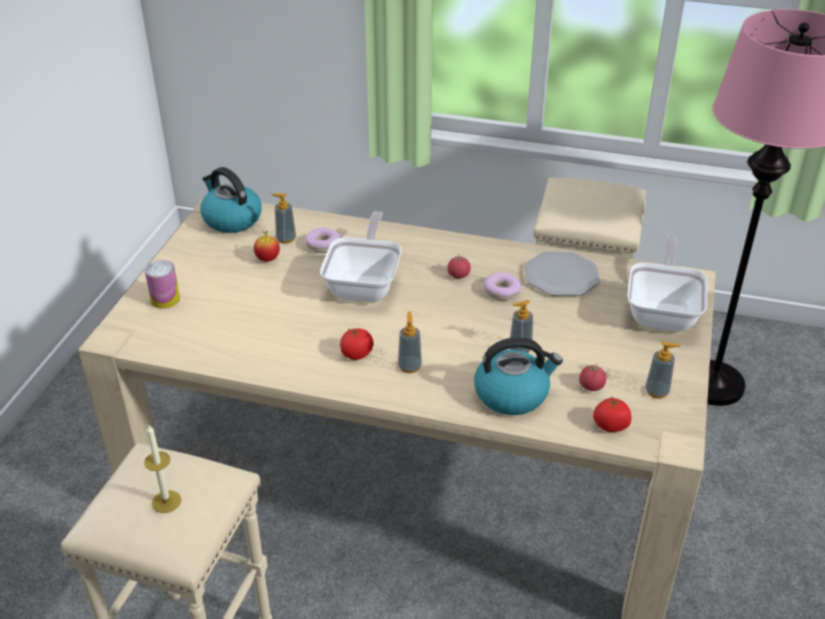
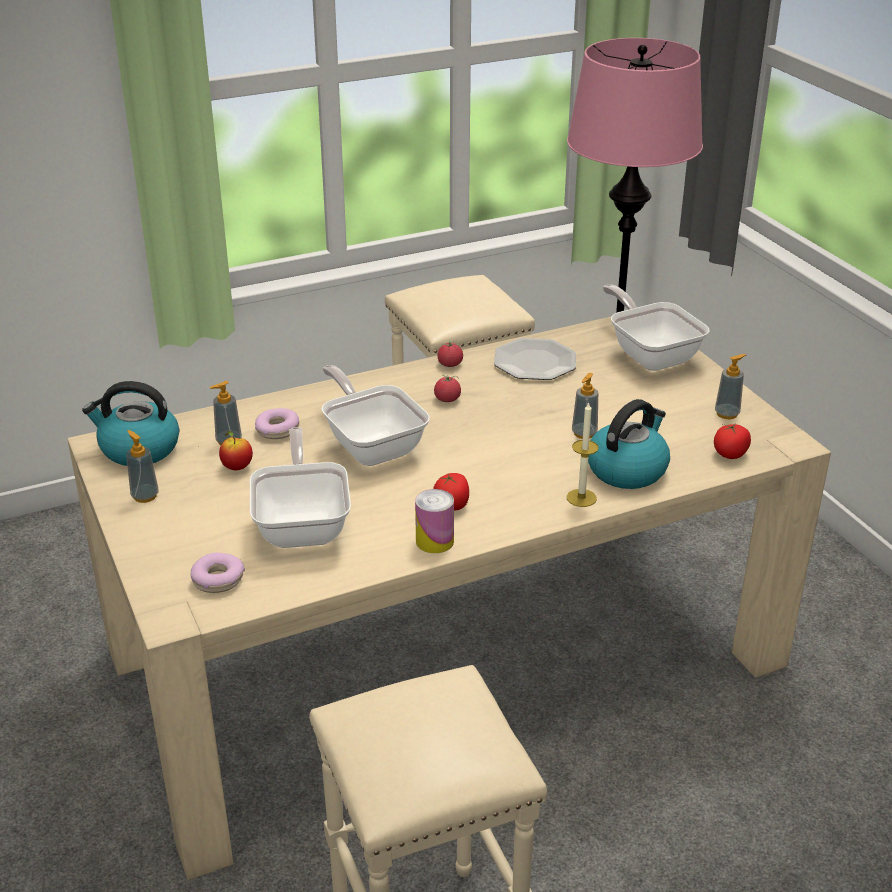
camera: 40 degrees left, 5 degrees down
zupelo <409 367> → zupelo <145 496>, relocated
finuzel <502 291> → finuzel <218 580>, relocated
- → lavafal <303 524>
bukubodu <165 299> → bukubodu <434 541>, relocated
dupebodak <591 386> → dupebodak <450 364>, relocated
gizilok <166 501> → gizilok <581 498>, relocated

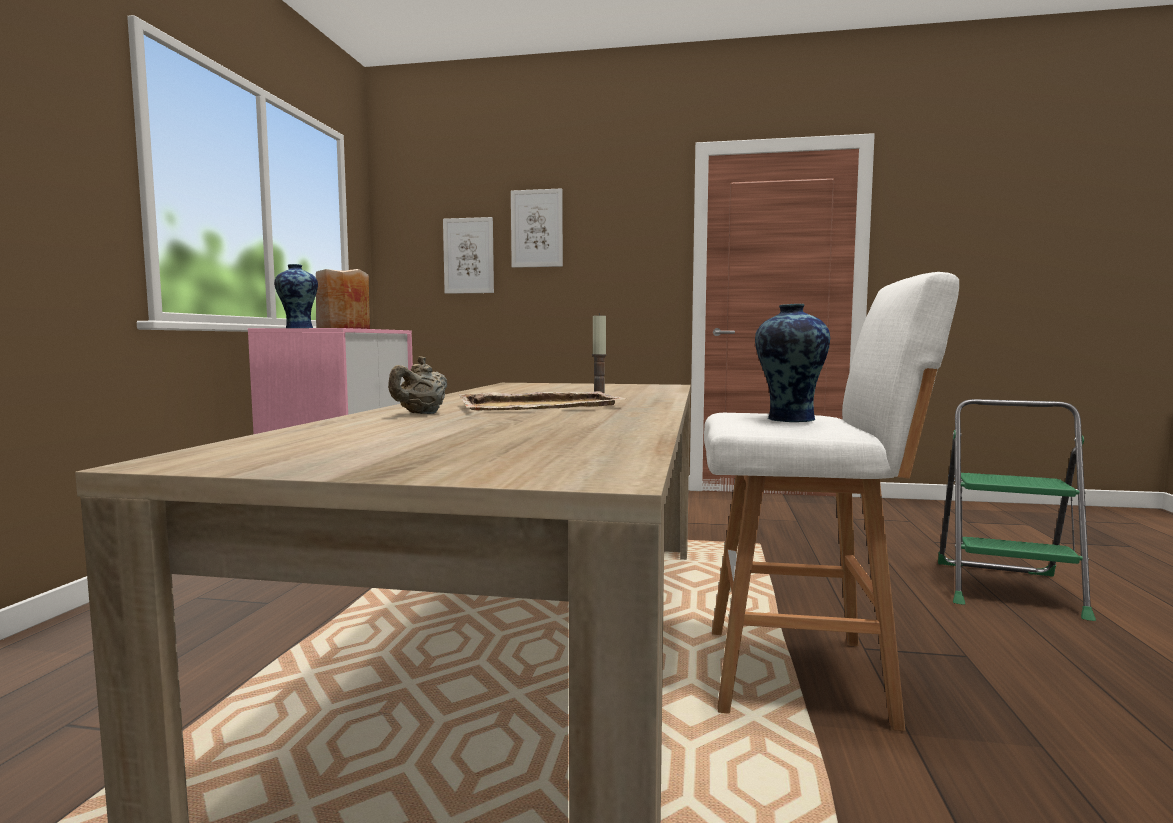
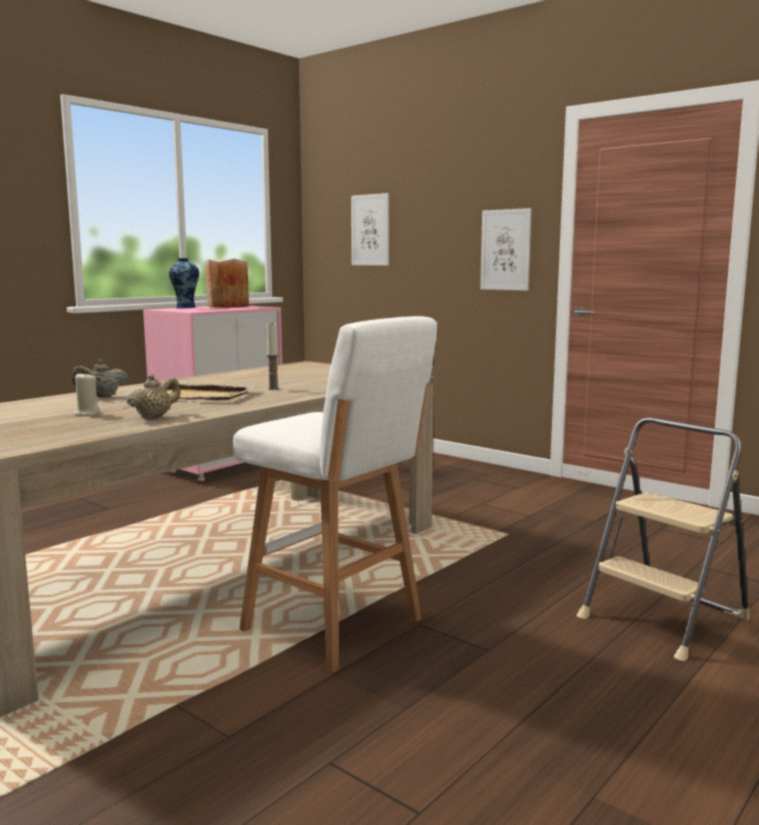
camera: 30 degrees right, 5 degrees up
- → beige_gizilok <87 414>
- → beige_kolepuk <155 417>
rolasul <537 228> → rolasul <505 250>, relocated
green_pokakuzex <1006 586> → beige_pokakuzex <668 616>
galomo <788 419> → -

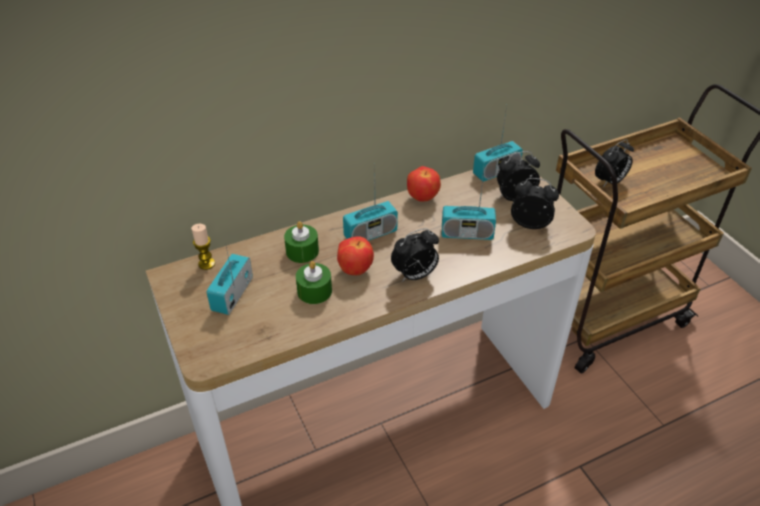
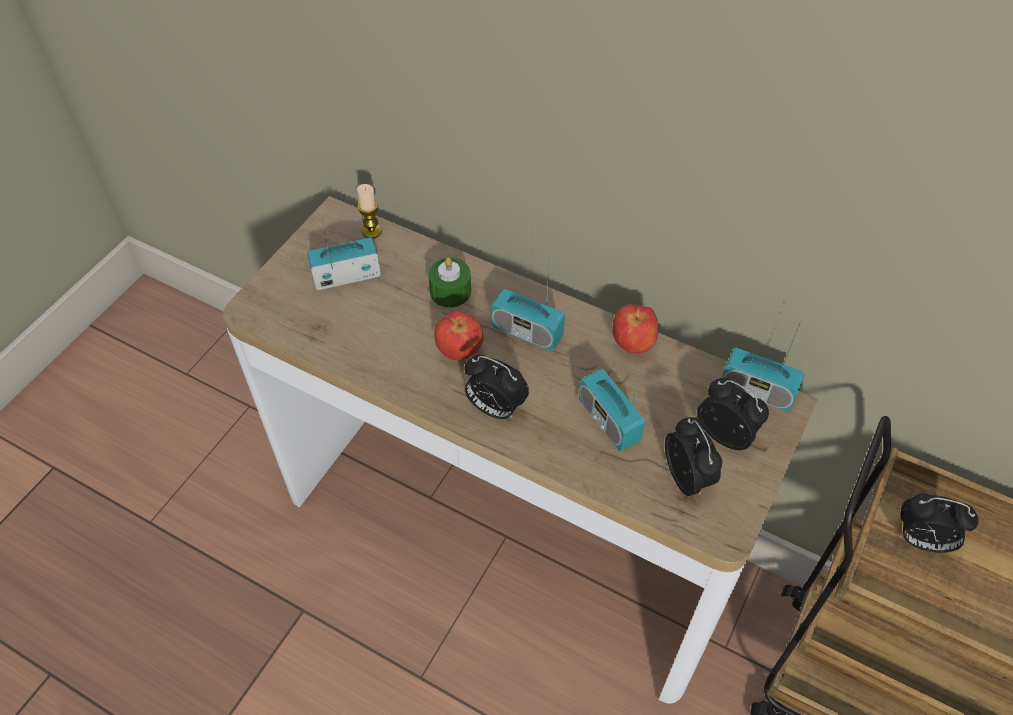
camera: 55 degrees right, 10 degrees up
green_gizilok <314 291> → -

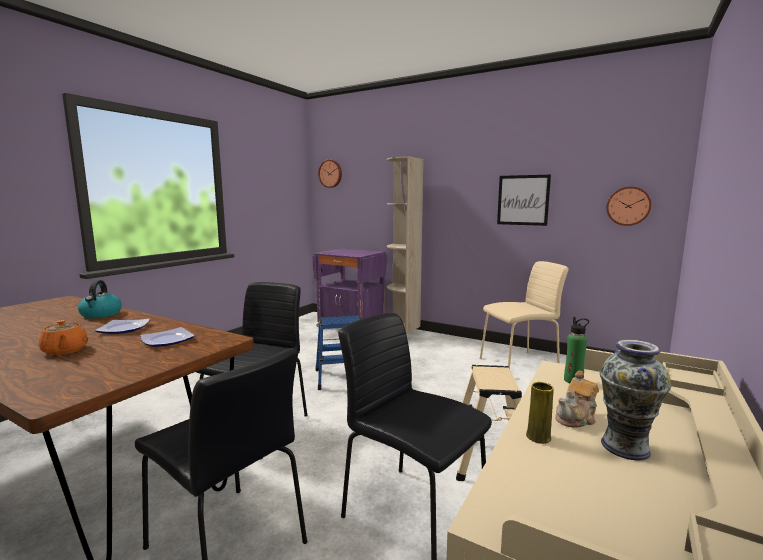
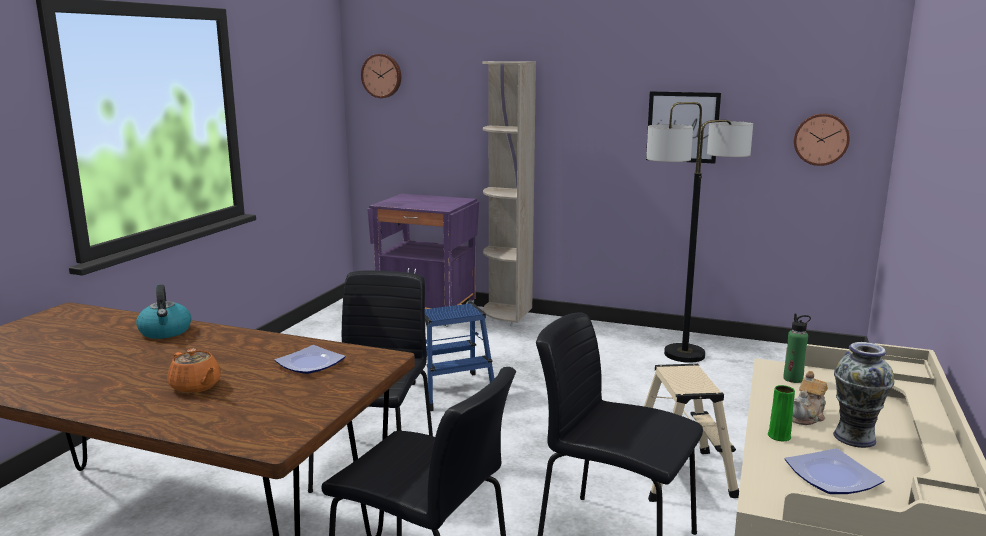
camera: 10 degrees left, 5 degrees up
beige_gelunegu <520 363> → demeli <684 354>
yellow_galomo <538 437> → green_galomo <779 436>
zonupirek <122 329> → zonupirek <832 478>, relocated

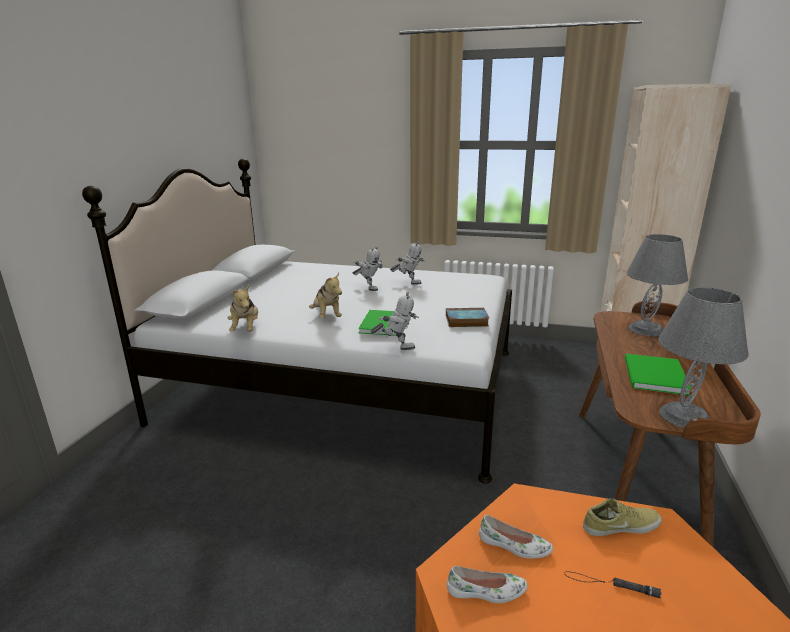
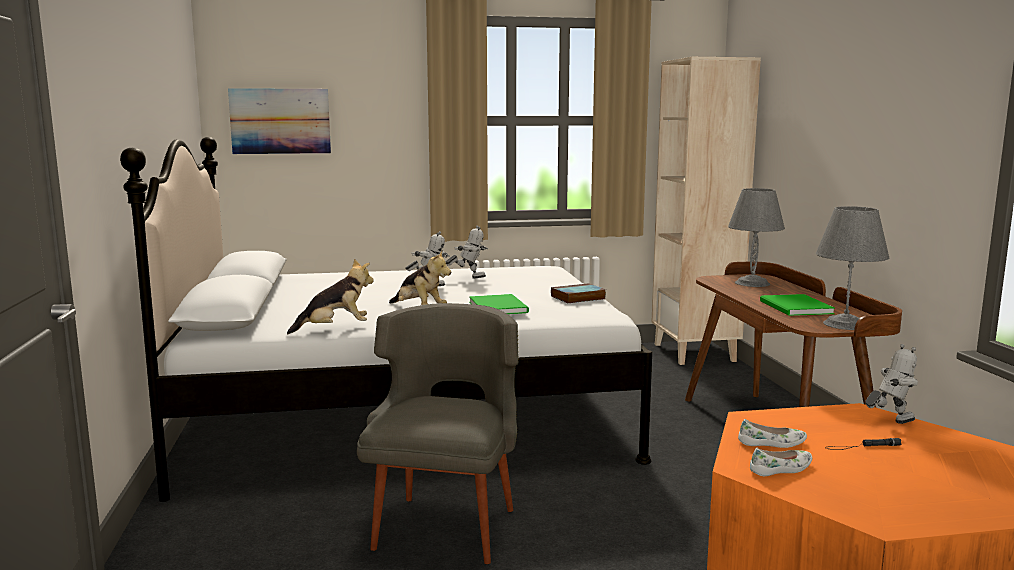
camera: 25 degrees left, 10 degrees down
- → rolasul <280 121>
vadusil <246 329> → vadusil <335 329>, 75 degrees counterclockwise
- → grey_gelunegu <444 530>
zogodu <396 347> → zogodu <889 422>, relocated
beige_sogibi <620 525> → -

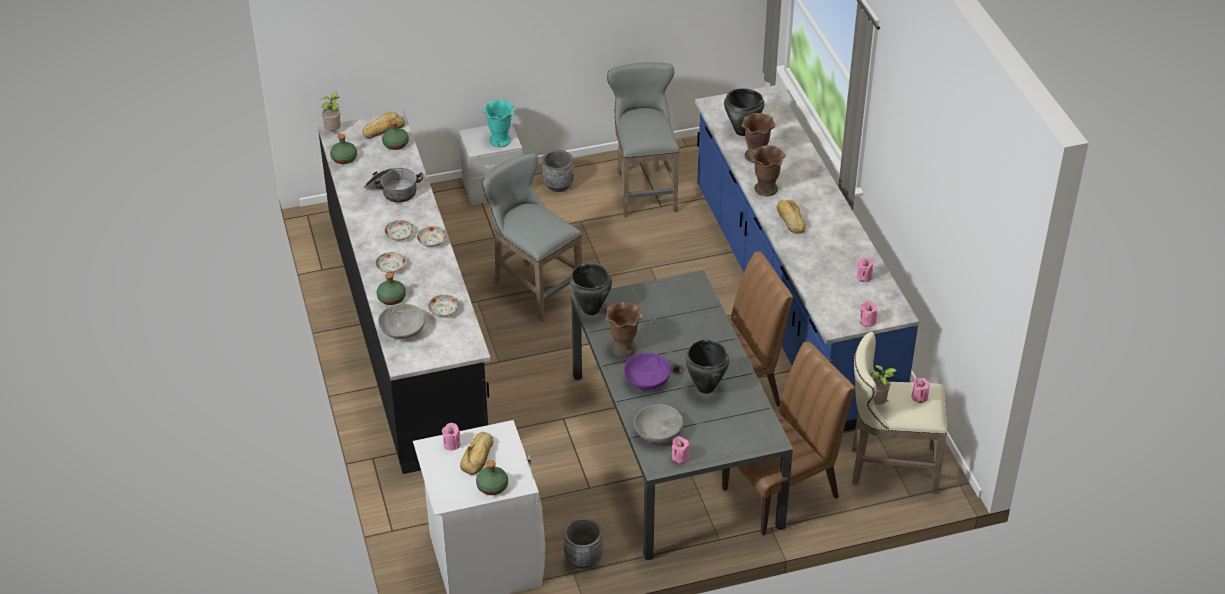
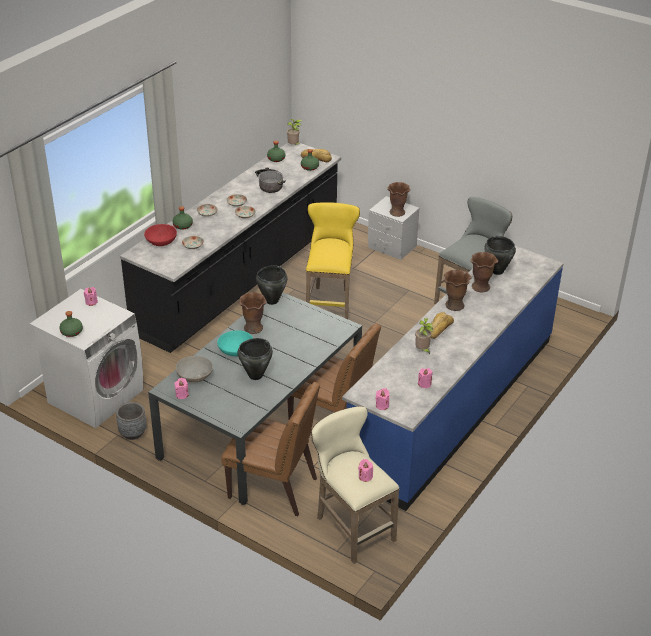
camera: 50 degrees right, 5 degrees down
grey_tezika <402 330> → red_tezika <161 241>
purple_tezika <646 379> → turquoise_tezika <236 350>
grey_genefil <533 288> → yellow_genefil <330 302>
turquoise_galomo <500 141> → brown_galomo <397 212>
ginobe <878 404> → ginobe <422 350>, relocated
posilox <479 456> → -
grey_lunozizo <558 185> → -

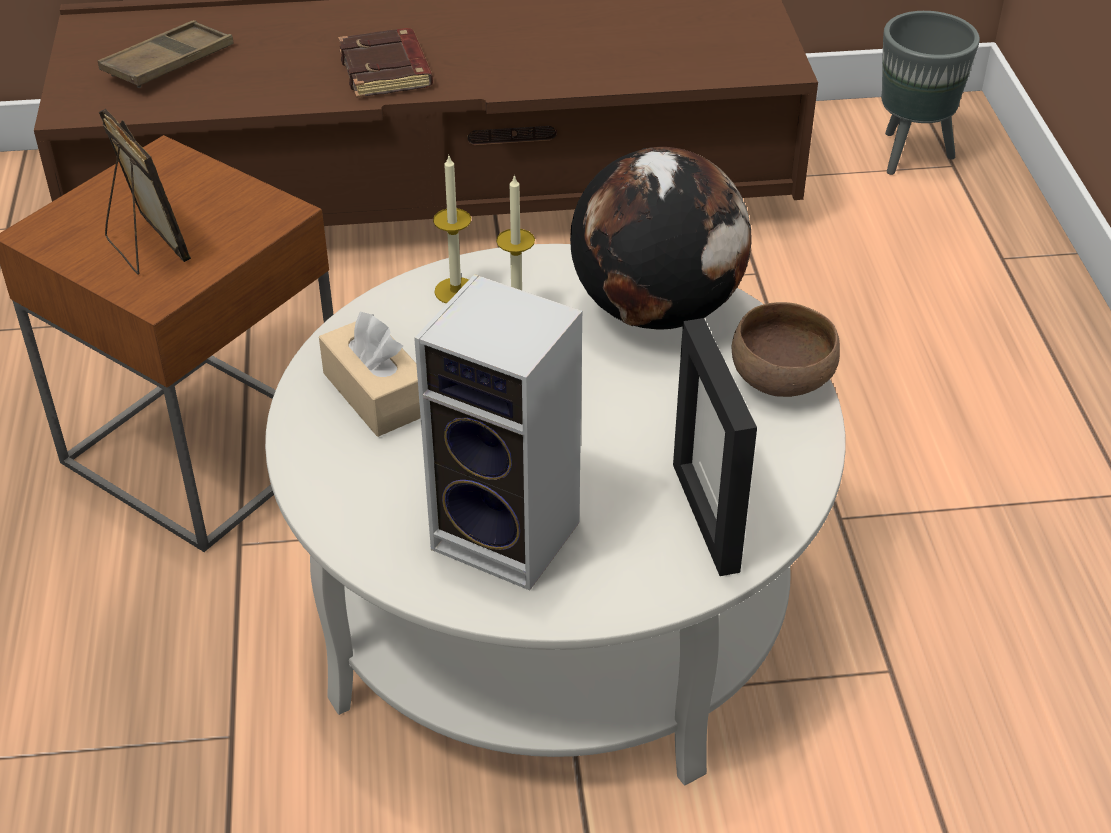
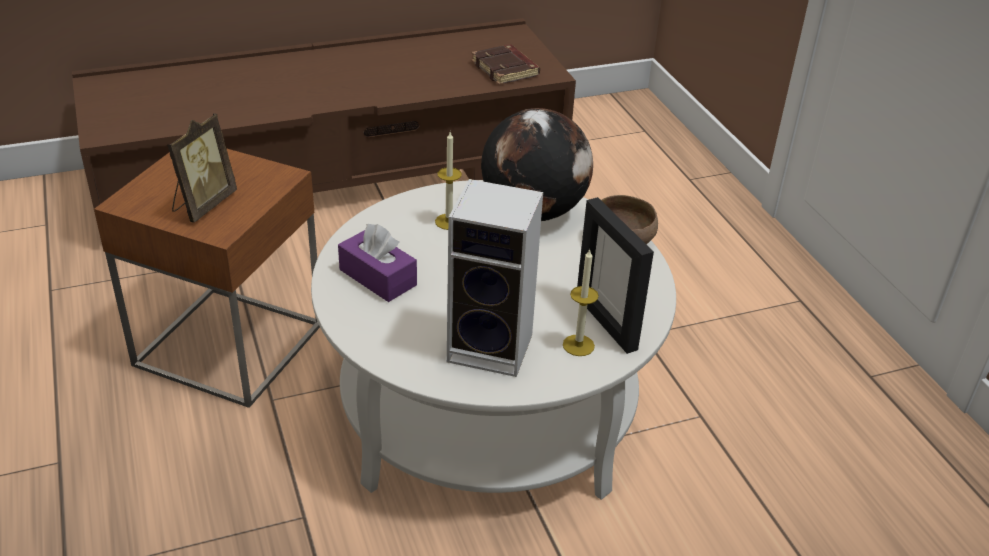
camera: 15 degrees left, 5 degrees down
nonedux <145 248> → nonedux <203 205>, 75 degrees clockwise
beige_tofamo <376 393> → purple_tofamo <378 277>
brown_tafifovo <387 71> → brown_tafifovo <506 69>, relocated
gizilok <456 291> → gizilok <578 345>, relocated
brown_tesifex <168 63> → -
grey_lunozizo <910 154> → -

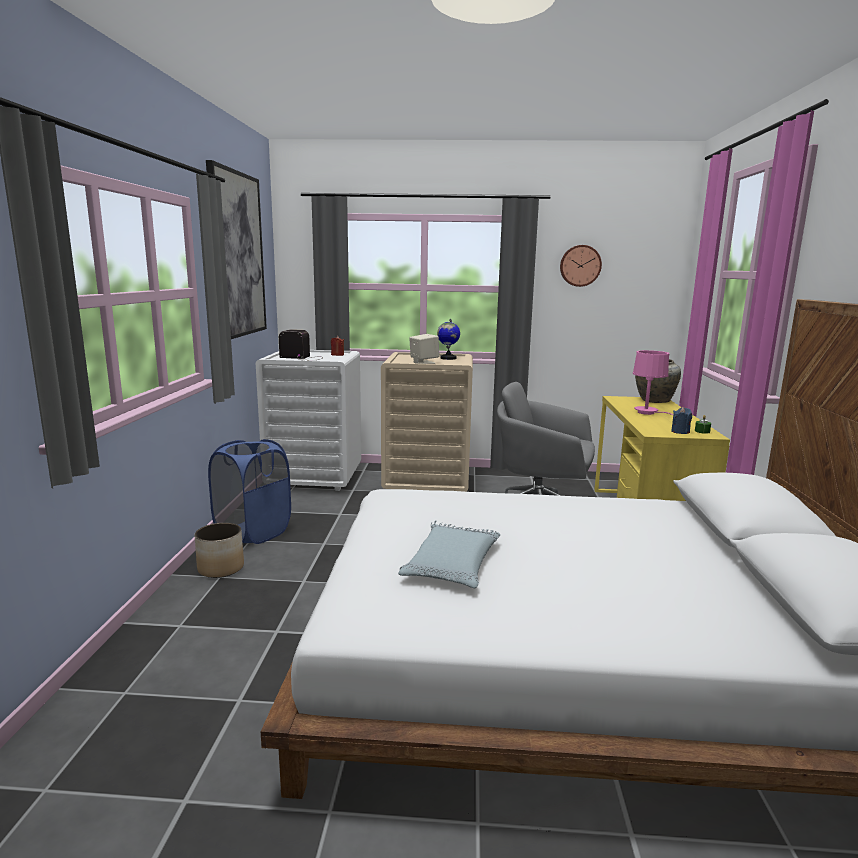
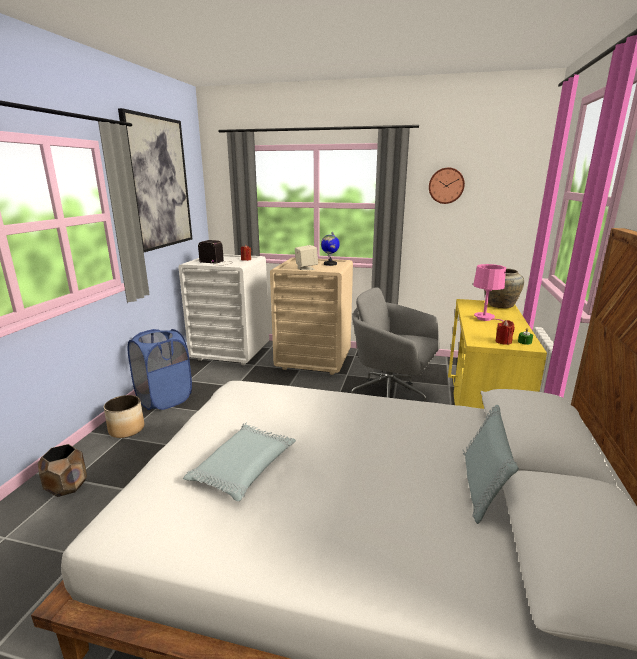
camera: 10 degrees right, 5 degrees up
- → brown_lunozizo <68 486>
- → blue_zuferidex <482 487>
blue_gizilok <680 432> → red_gizilok <503 342>

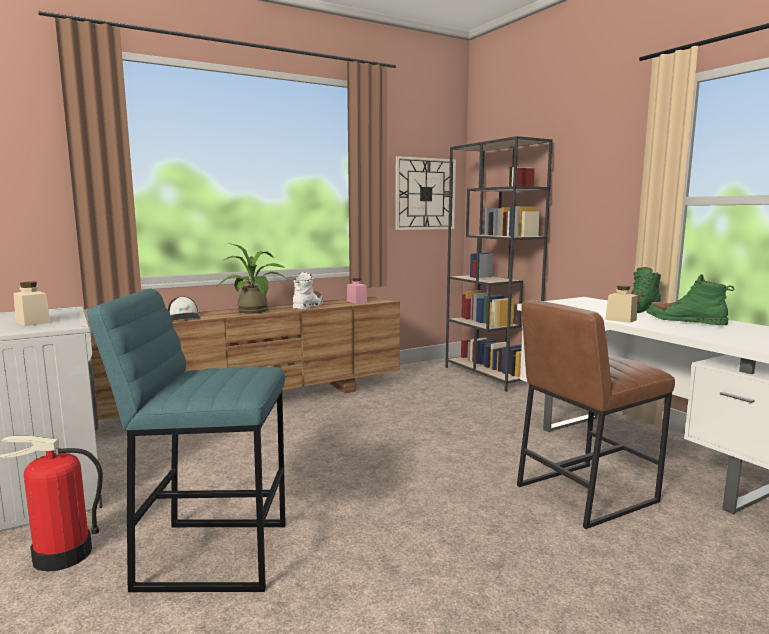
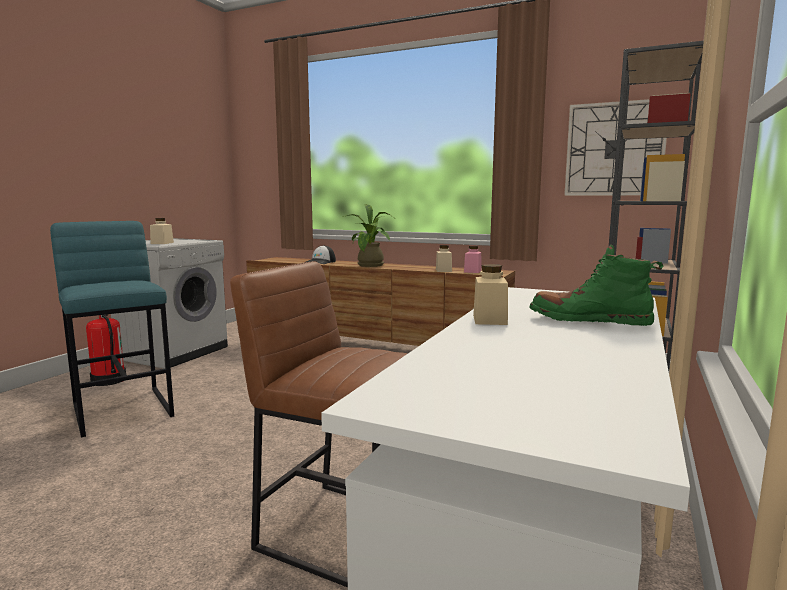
camera: 55 degrees right, 0 degrees up
- → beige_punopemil <443 270>
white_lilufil <308 306> → -
green_lilufil <685 321> → -

